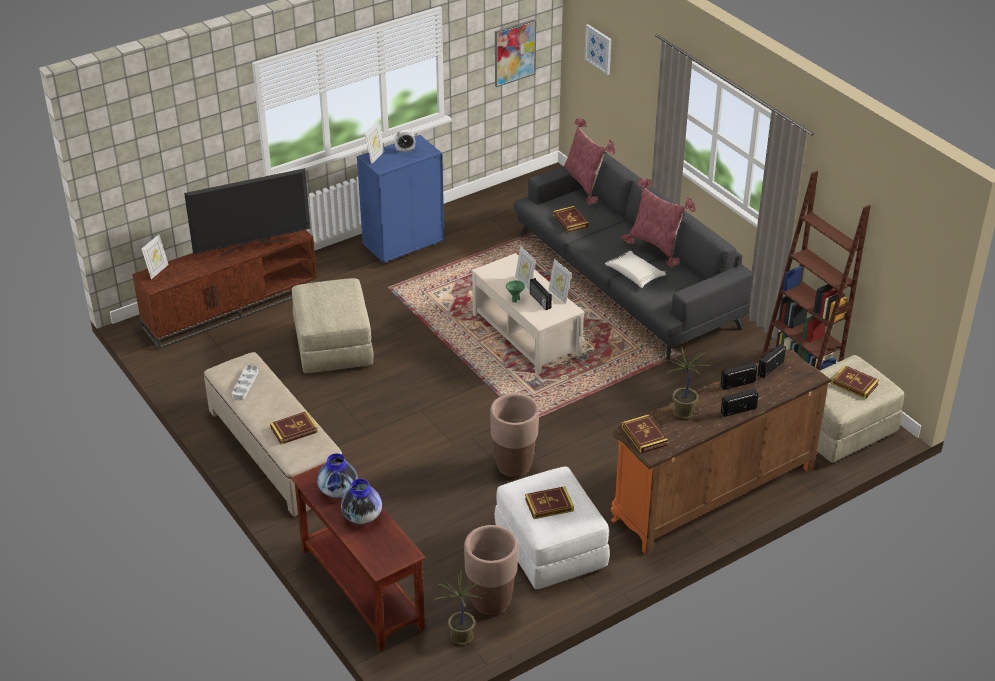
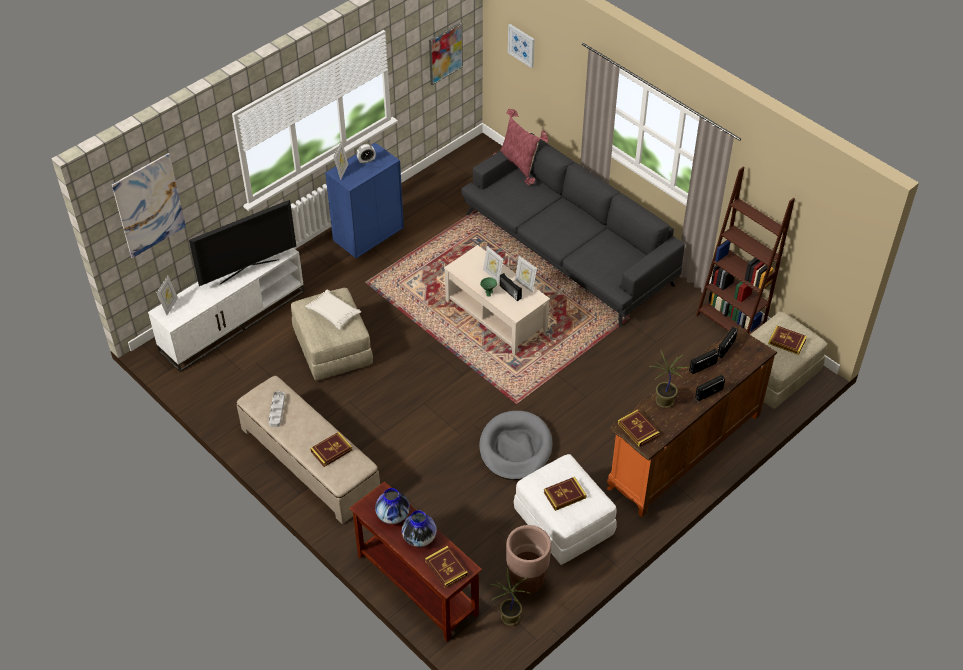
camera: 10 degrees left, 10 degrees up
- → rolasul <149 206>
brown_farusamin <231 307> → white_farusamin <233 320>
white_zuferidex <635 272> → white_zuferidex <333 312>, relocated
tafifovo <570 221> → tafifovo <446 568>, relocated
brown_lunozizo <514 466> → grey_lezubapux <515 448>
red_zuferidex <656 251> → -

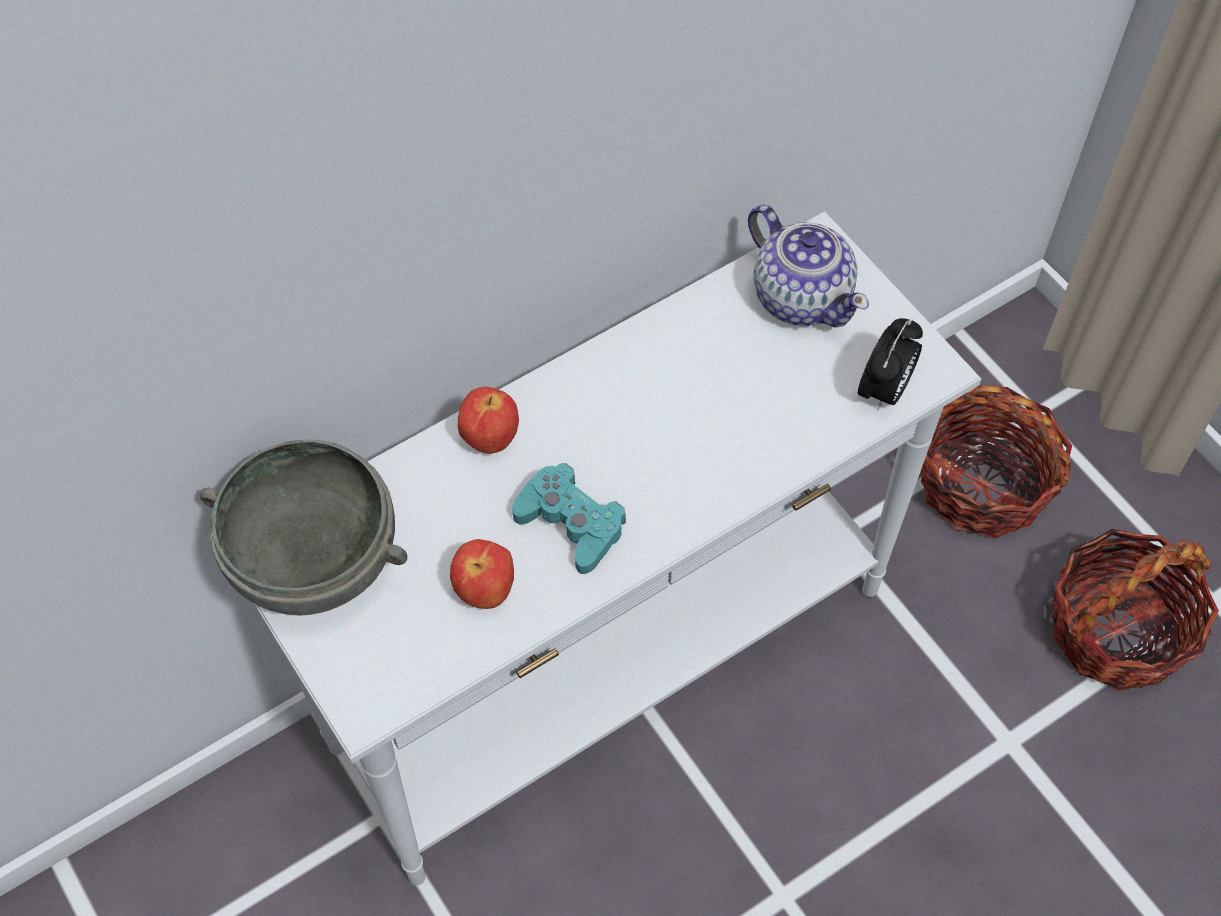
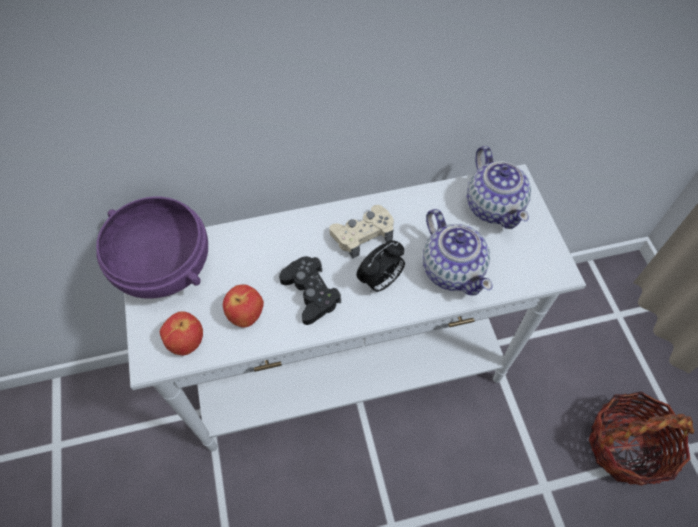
camera: 20 degrees right, 0 degrees up
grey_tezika <316 558> → purple_tezika <166 267>
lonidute <489 438> → lonidute <187 342>, relocated
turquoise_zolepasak <571 523> → black_zolepasak <310 293>
- → beige_zolepasak <362 234>
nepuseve <884 391> → nepuseve <380 281>, relocated
- → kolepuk <452 269>
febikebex <983 483> → -

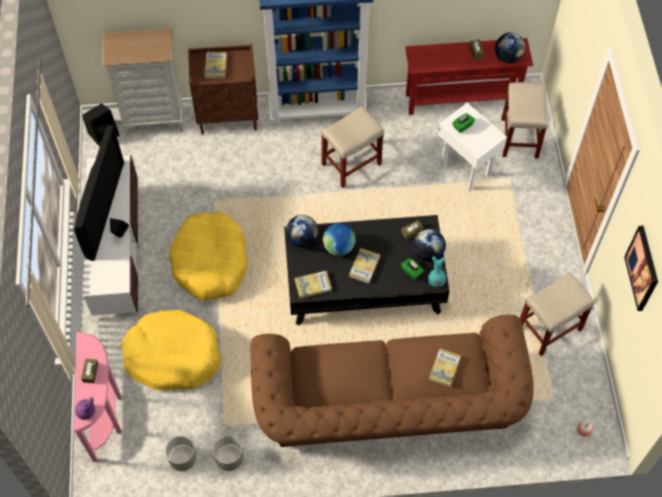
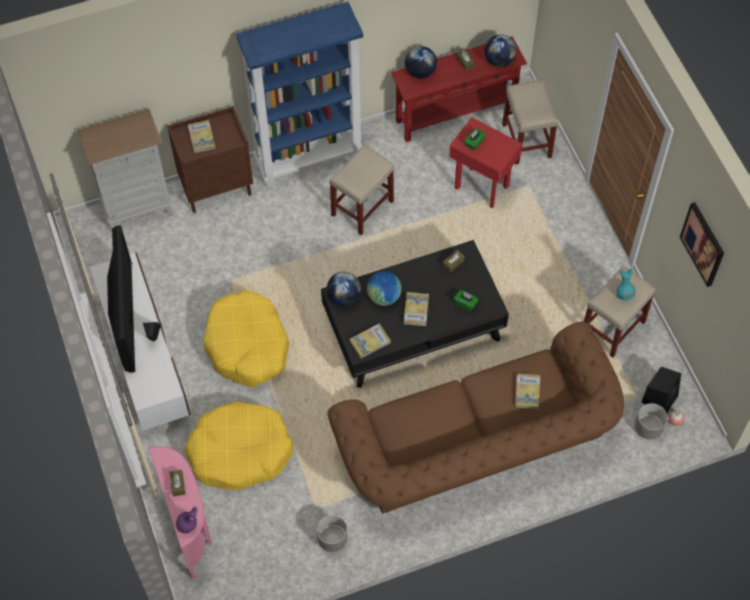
camera: 15 degrees left, 0 degrees up
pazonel <428 253> → pazonel <420 72>, relocated
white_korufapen <465 170> → red_korufapen <481 187>
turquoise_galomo <436 280> → turquoise_galomo <624 294>, relocated
grey_lunozizo <182 459> → grey_lunozizo <648 428>, relocated
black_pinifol <104 133> → black_pinifol <659 398>, relocated

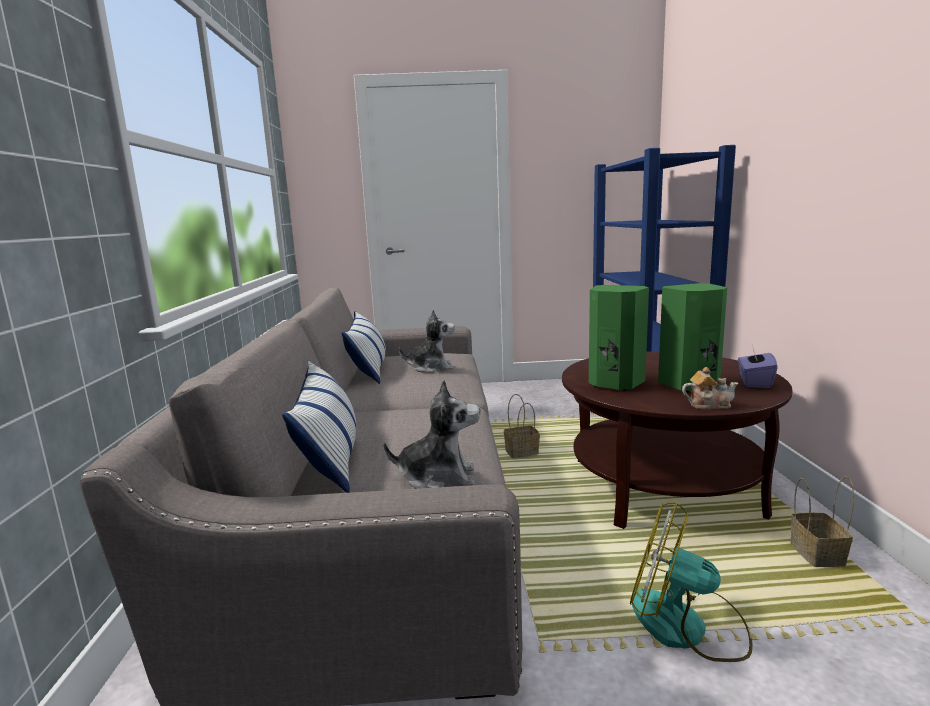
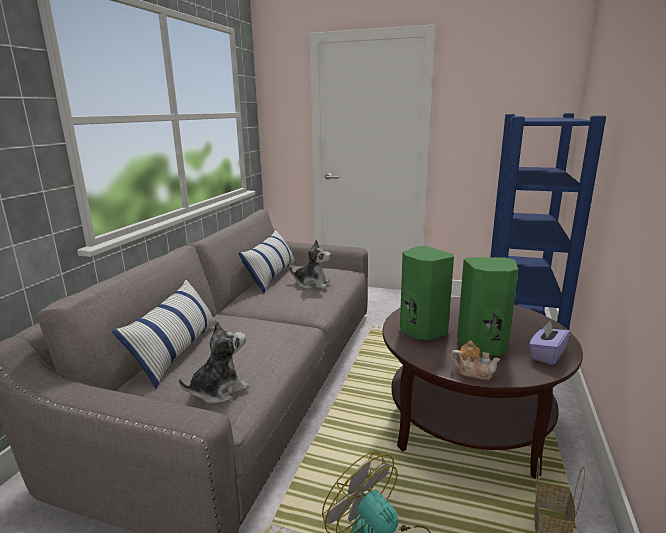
camera: 20 degrees right, 5 degrees up
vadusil <438 477> → vadusil <218 390>, 60 degrees counterclockwise
febikebex <522 452> → -

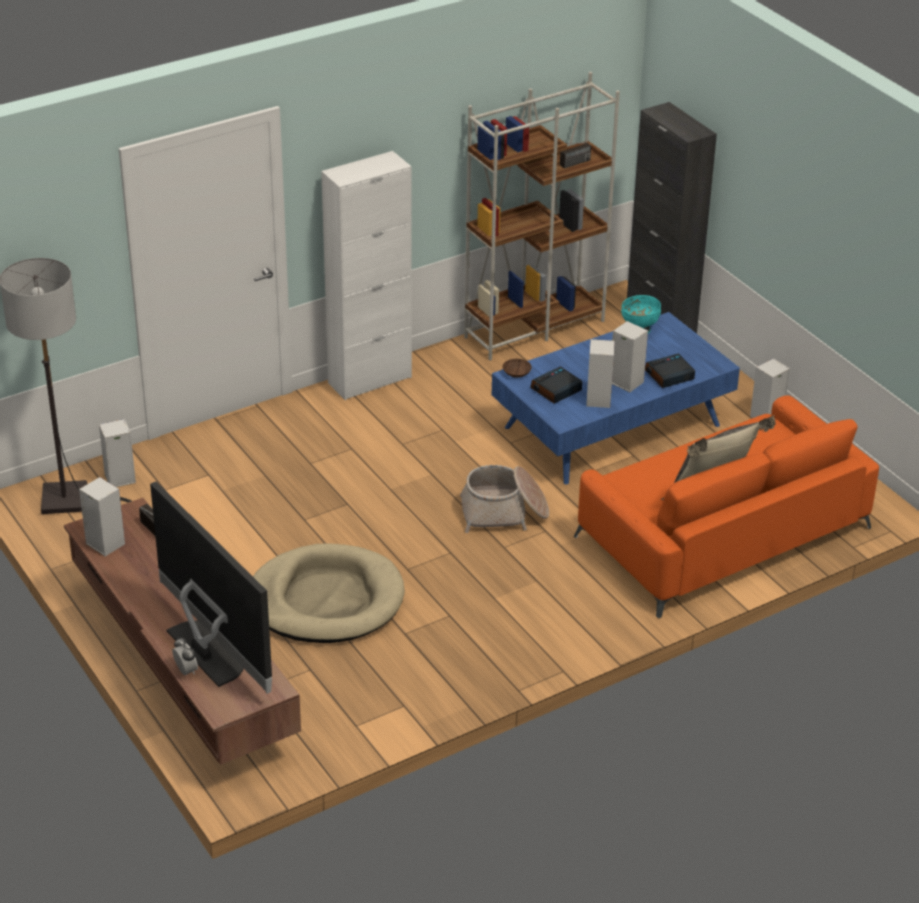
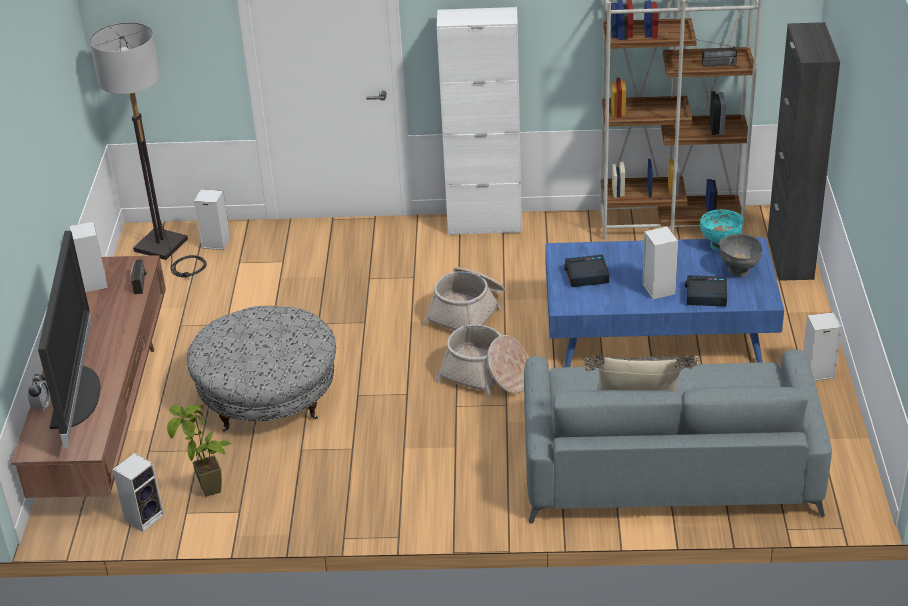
camera: 35 degrees right, 0 degrees up
pinifol <598 398> → pinifol <145 516>, relocated
- → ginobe <211 496>
beige_lezubapux <325 600> → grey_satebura <268 397>
- → febikebex <468 311>
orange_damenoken <721 532> → grey_damenoken <667 465>
- → grey_tezika <738 271>
brown_tezika <516 373> → -

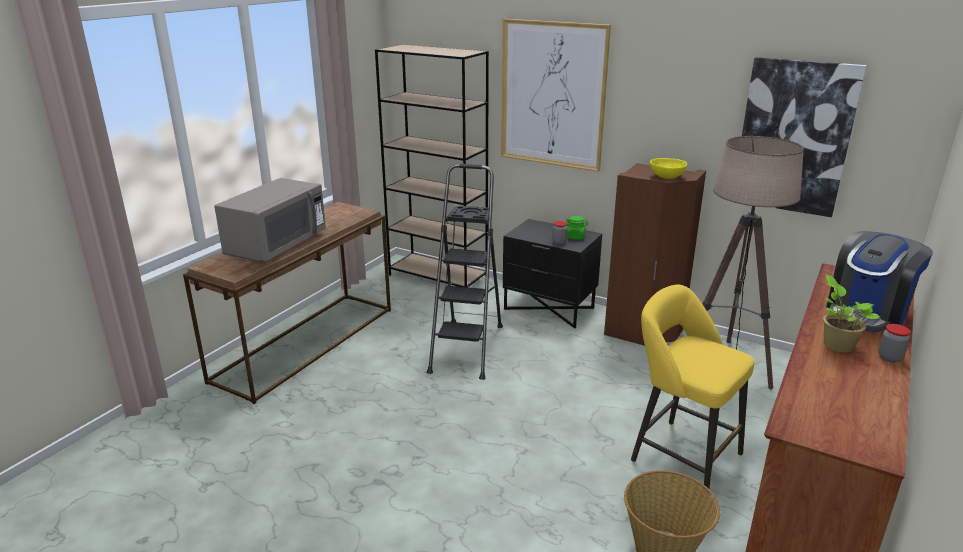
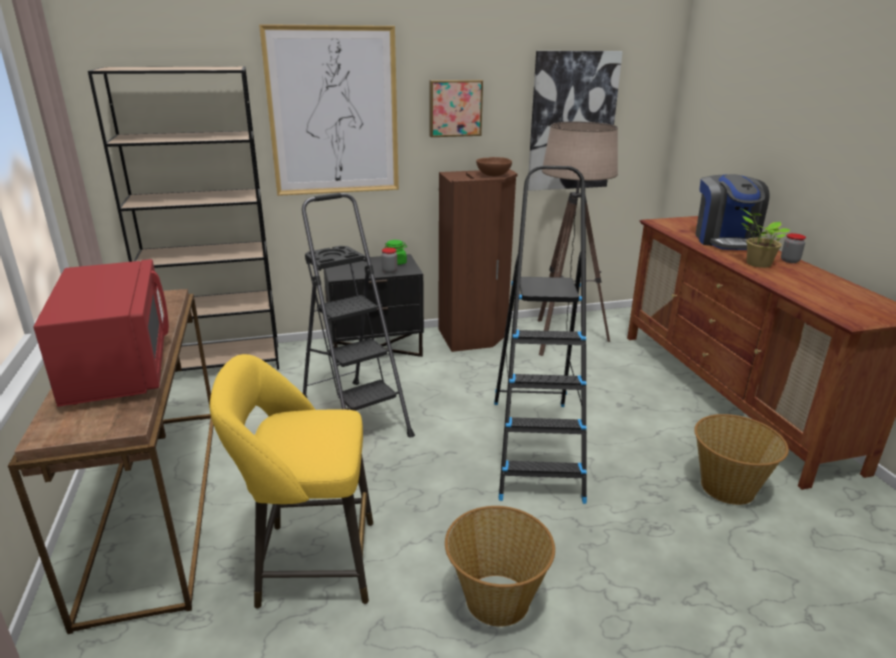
camera: 45 degrees left, 0 degrees up
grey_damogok <277 245> → red_damogok <119 368>
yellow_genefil <680 454> → yellow_genefil <309 563>, relocated
- → rolasul <455 108>
- → febikebex <496 599>
yellow_tezika <666 177> → brown_tezika <493 175>
- → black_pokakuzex <535 447>

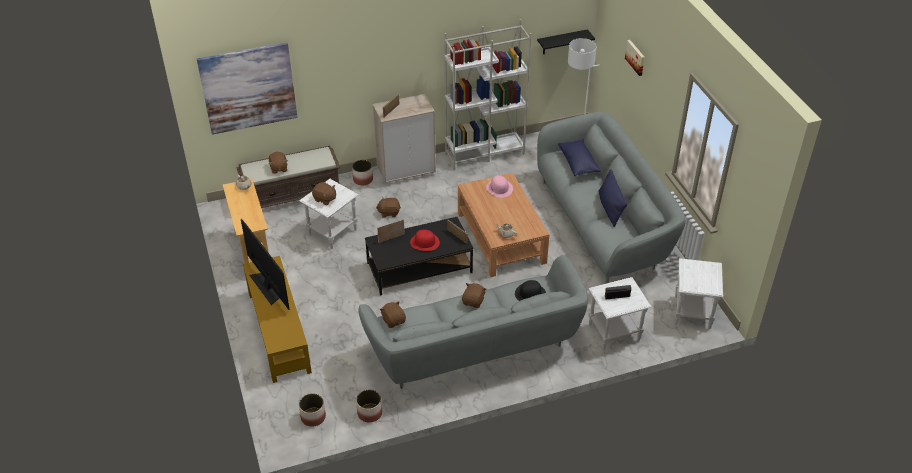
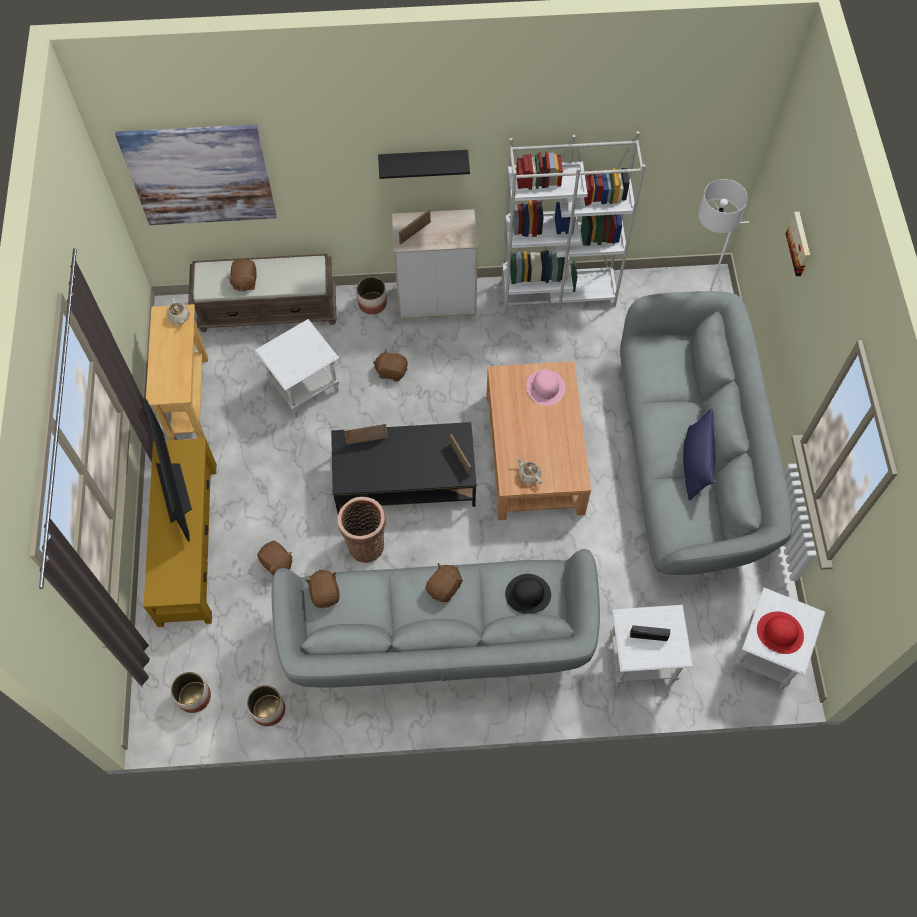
camera: 15 degrees right, 20 degrees up
brown_vadusil <325 199> → brown_vadusil <276 563>, relocated
- → febikebex <365 543>
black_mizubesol <561 42> → black_mizubesol <423 162>, relocated
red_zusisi <425 242> → red_zusisi <780 633>, relocated
blue_zuferidex <578 163> → -

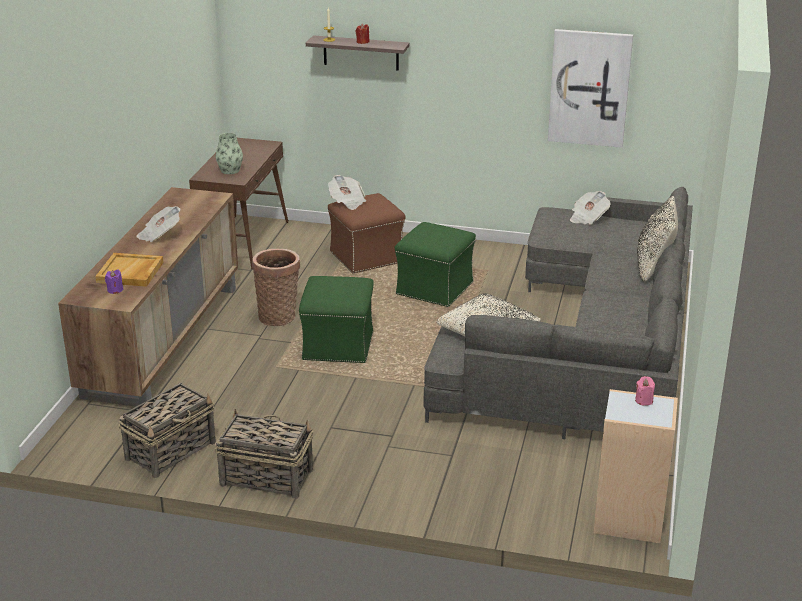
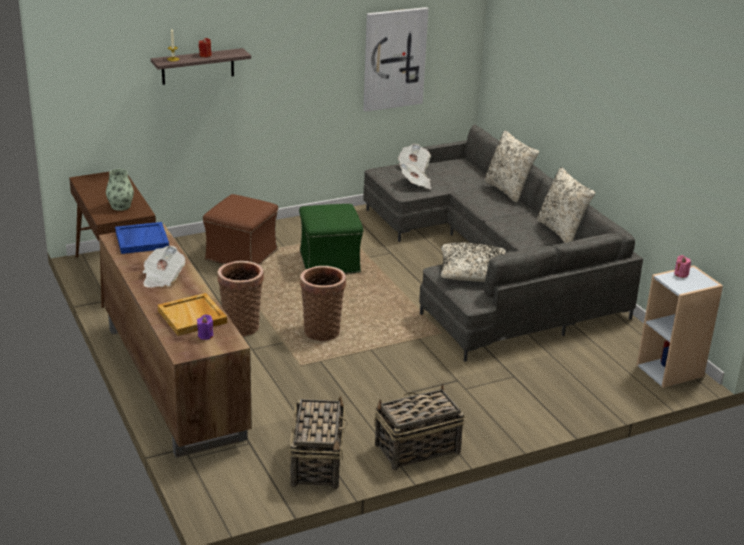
camera: 40 degrees left, 0 degrees up
- → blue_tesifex <141 240>
green_satebura <338 345> → febikebex <322 330>
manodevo <347 202> → manodevo <415 184>, relocated
- → beige_zuferidex <560 233>

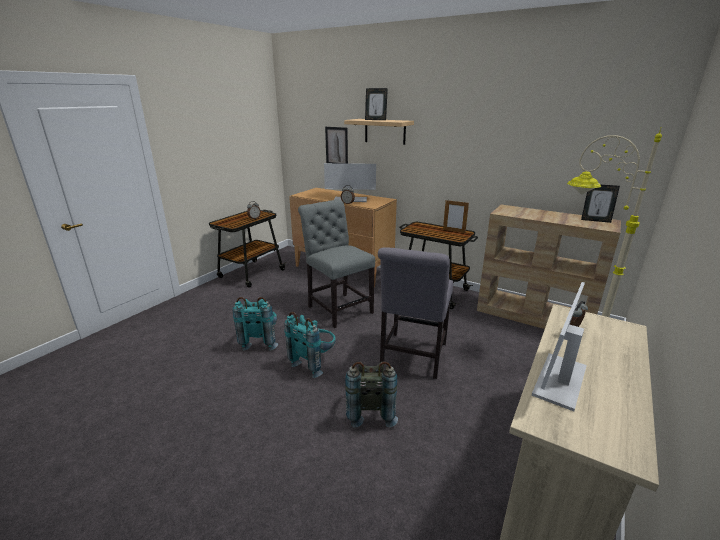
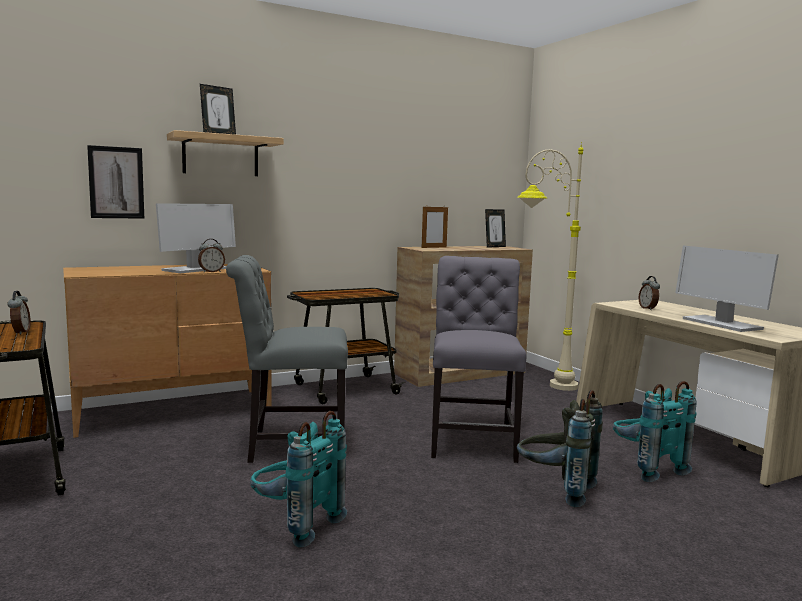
camera: 60 degrees left, 15 degrees down
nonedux <454 231> → nonedux <434 247>, relocated
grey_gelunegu <412 358> → grey_gelunegu <473 440>, 135 degrees counterclockwise
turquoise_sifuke <314 362> → turquoise_sifuke <645 468>, relocated

